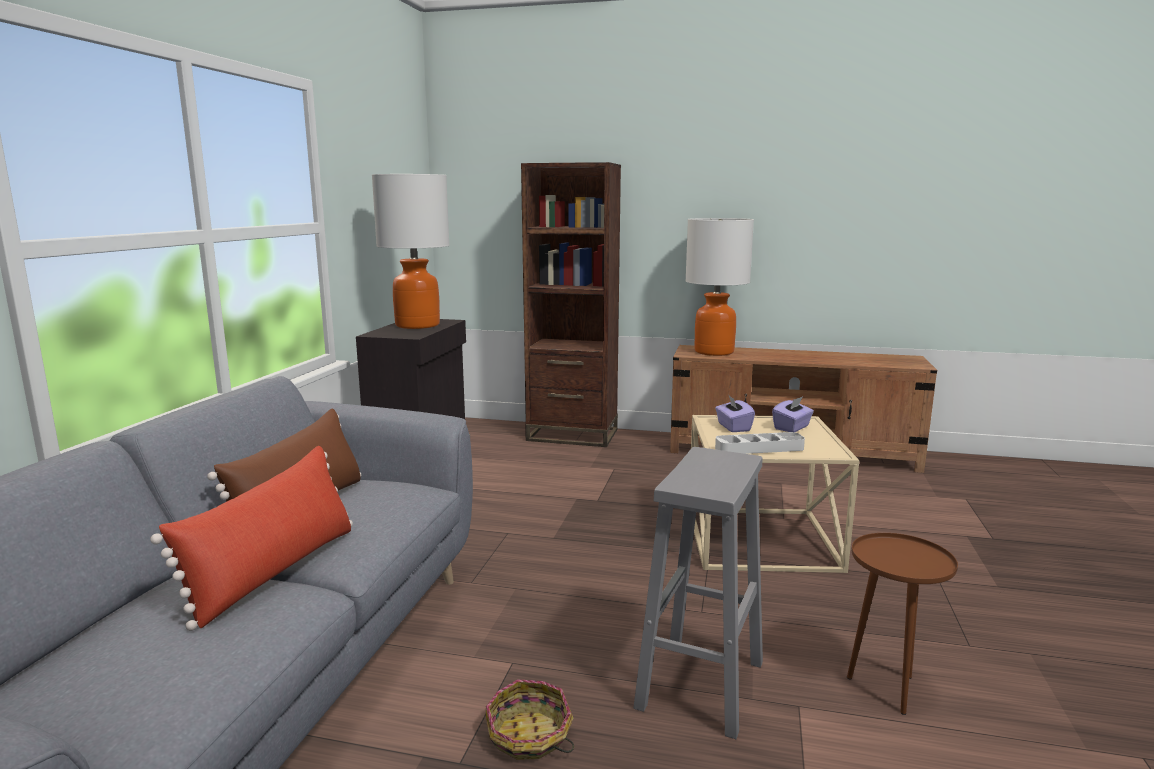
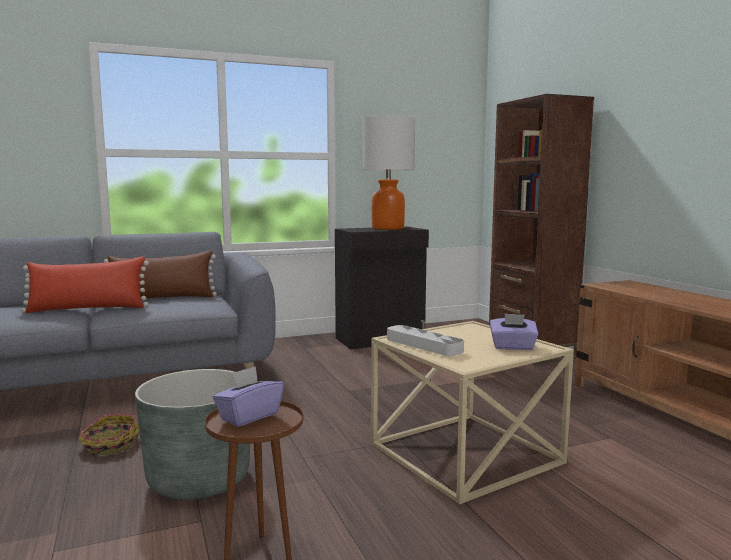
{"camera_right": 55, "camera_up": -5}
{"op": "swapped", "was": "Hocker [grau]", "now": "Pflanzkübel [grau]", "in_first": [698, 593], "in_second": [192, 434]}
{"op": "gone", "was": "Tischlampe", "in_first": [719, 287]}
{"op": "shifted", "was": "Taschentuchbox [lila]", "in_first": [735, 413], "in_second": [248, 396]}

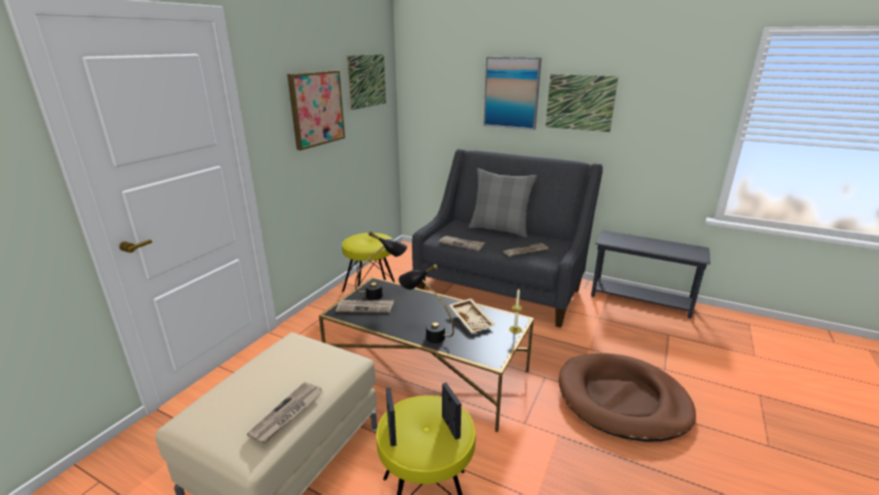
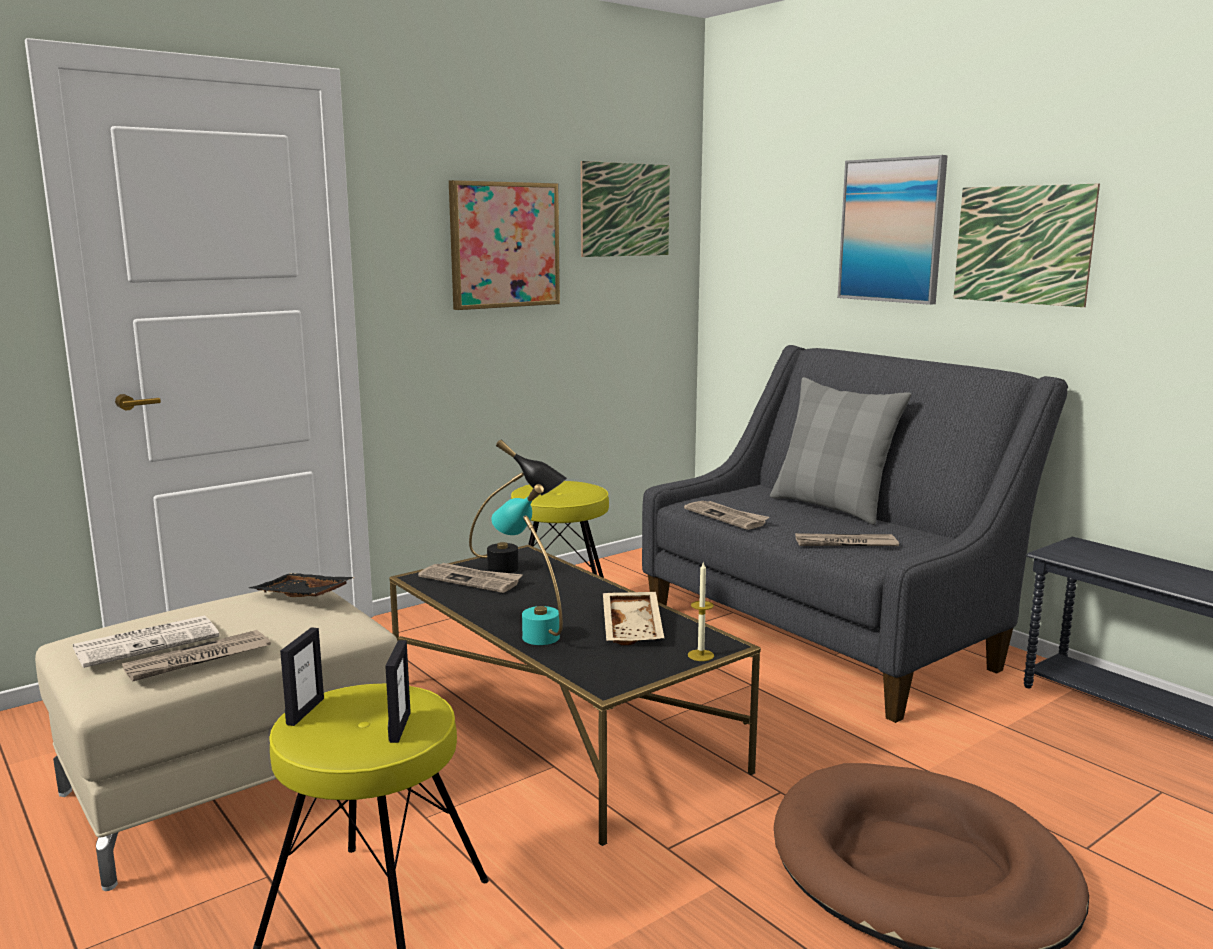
{"camera_right": 25, "camera_up": -10}
{"op": "repainted", "was": "Tischlampe [schwarz]", "now": "Tischlampe [türkis]", "in_first": [426, 303], "in_second": [527, 564]}
{"op": "new", "now": "Zeitung", "in_second": [145, 641]}
{"op": "new", "now": "Tablett [schwarz]", "in_second": [302, 585]}

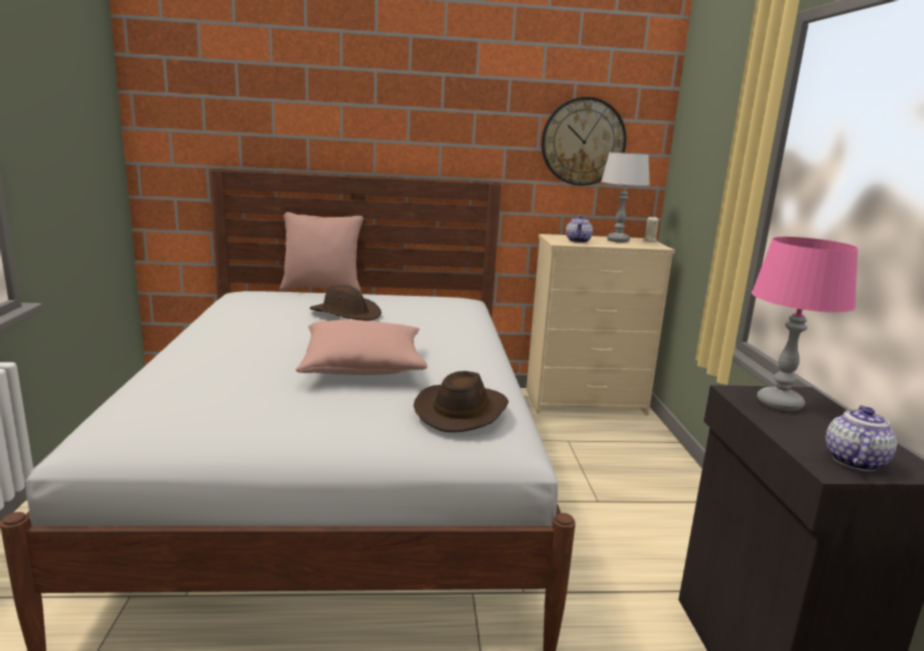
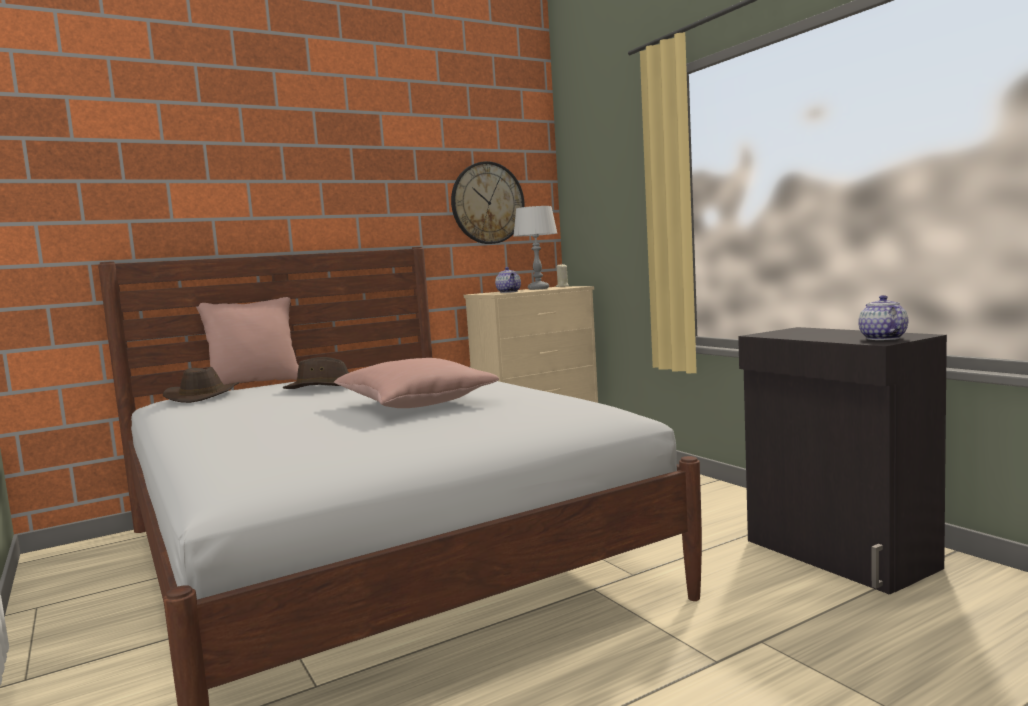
{"camera_right": -25, "camera_up": -10}
{"op": "shifted", "was": "Hut [braun]", "in_first": [461, 401], "in_second": [201, 385]}
{"op": "gone", "was": "Tischlampe [rosa]", "in_first": [805, 324]}

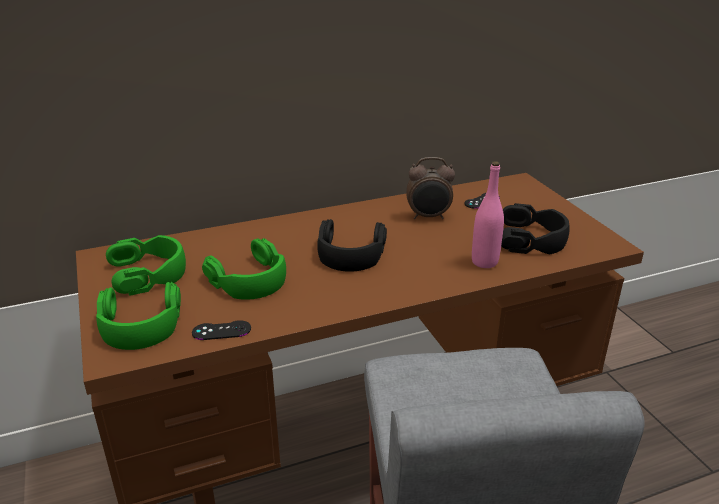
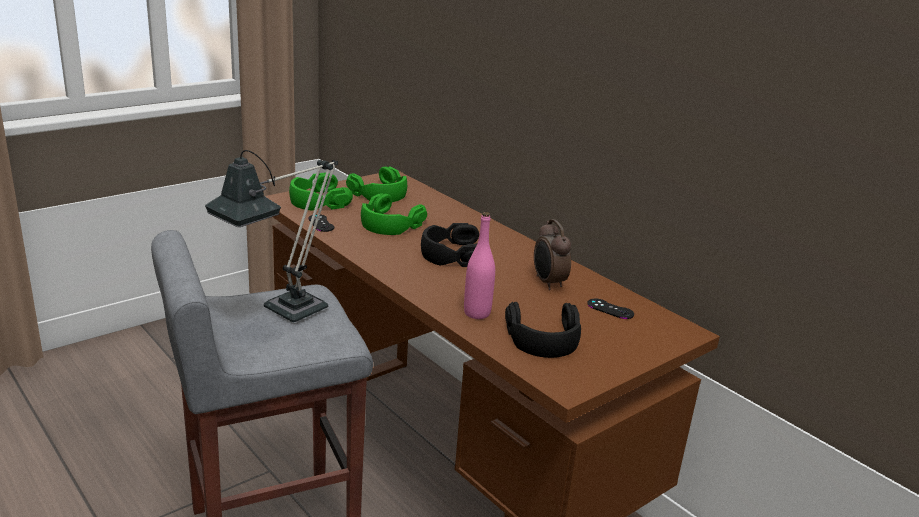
{"camera_right": 70, "camera_up": -5}
{"op": "new", "now": "Tischlampe", "in_second": [271, 236]}

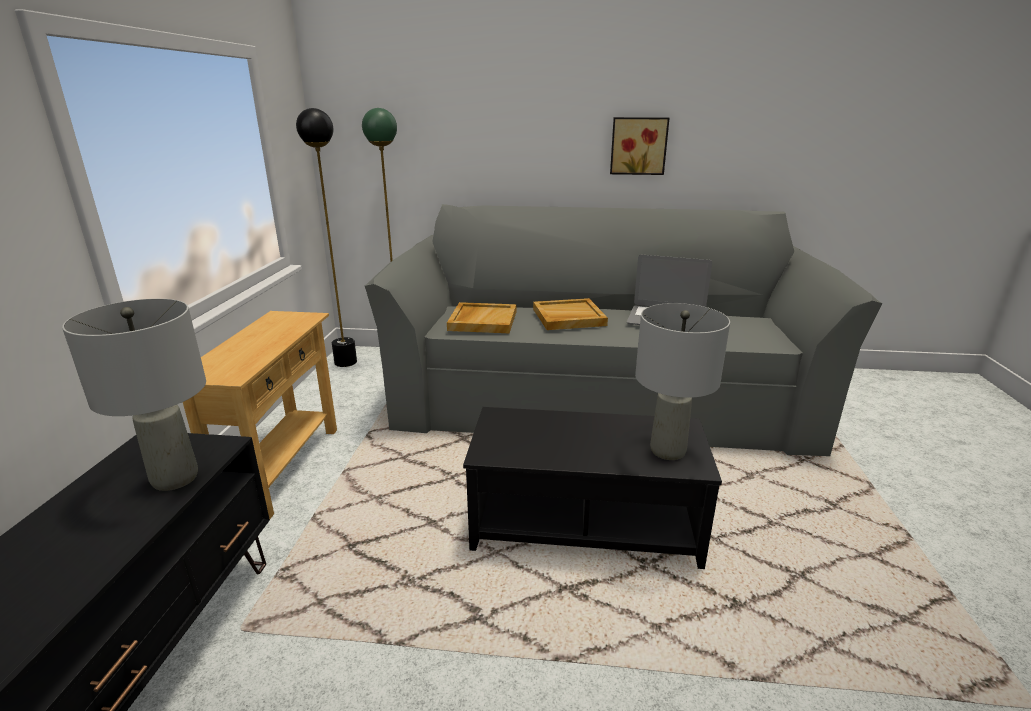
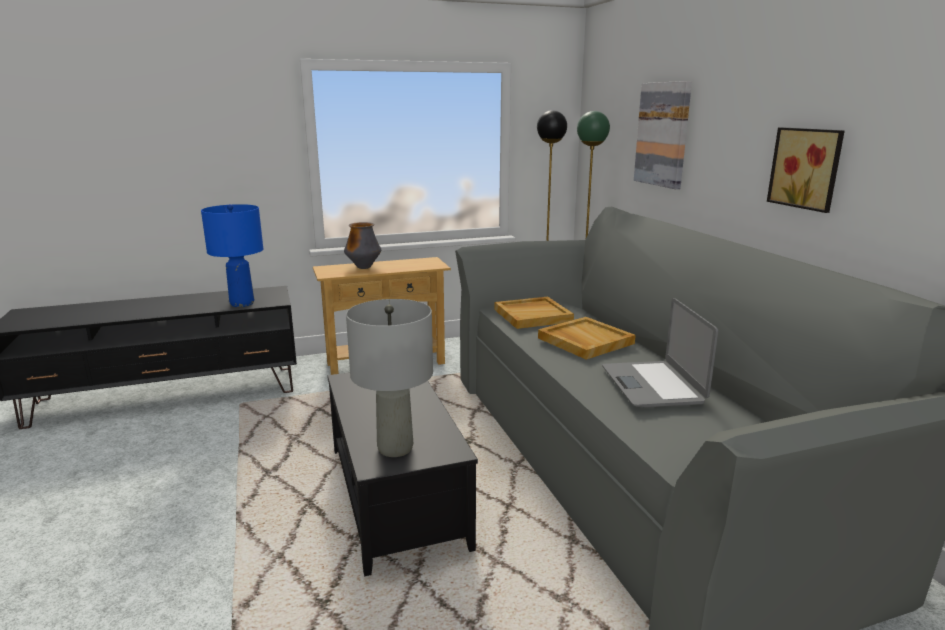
{"camera_right": 65, "camera_up": -5}
{"op": "repainted", "was": "Tischlampe [grau]", "now": "Tischlampe [blau]", "in_first": [134, 395], "in_second": [232, 255]}
{"op": "new", "now": "Vase", "in_second": [362, 245]}
{"op": "new", "now": "Bild", "in_second": [663, 135]}

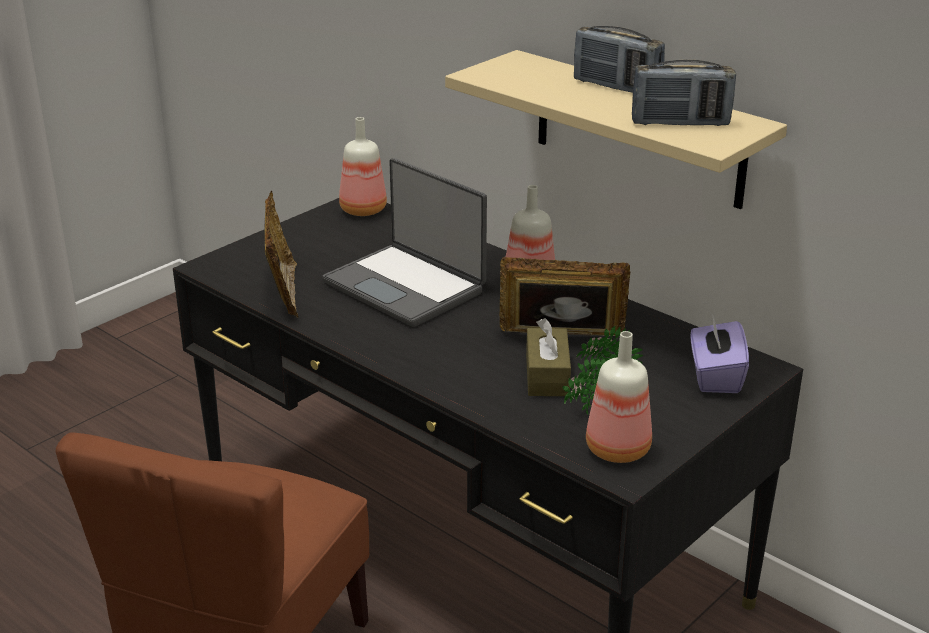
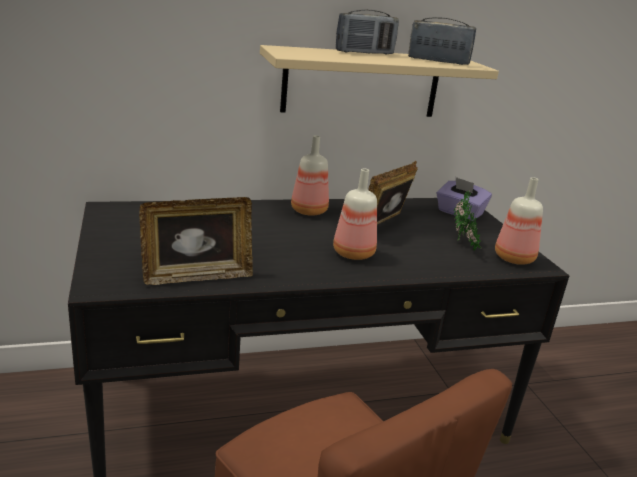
{"camera_right": -60, "camera_up": -5}
{"op": "rotated", "was": "Bilderrahmen", "in_first": [281, 254], "in_second": [196, 241], "clockwise": 135}
{"op": "gone", "was": "Laptop", "in_first": [404, 242]}
{"op": "shifted", "was": "Flasche", "in_first": [363, 166], "in_second": [355, 214]}
{"op": "gone", "was": "Taschentuchbox [braun]", "in_first": [548, 357]}
{"op": "rotated", "was": "Radio", "in_first": [684, 93], "in_second": [442, 41], "clockwise": -105}

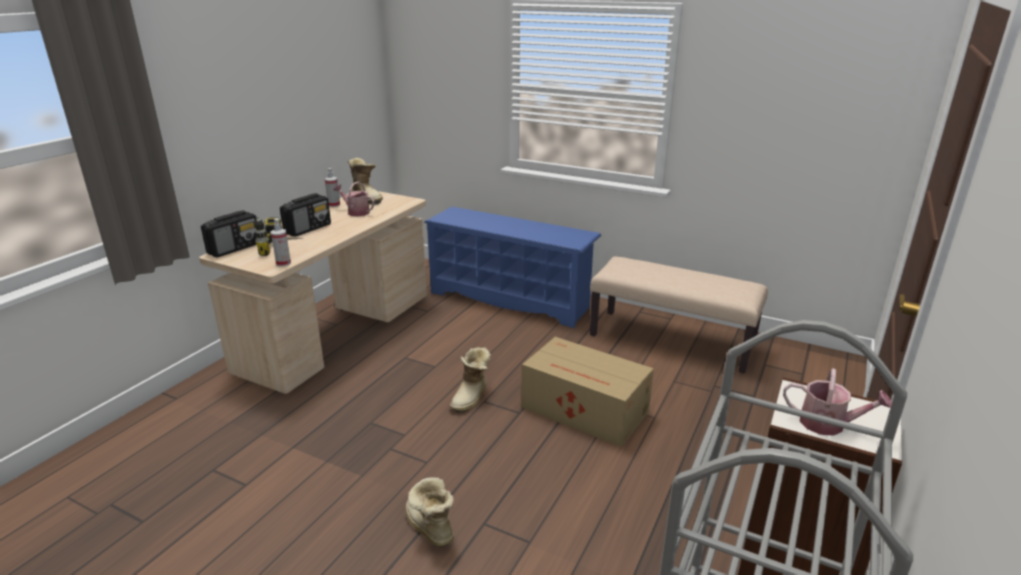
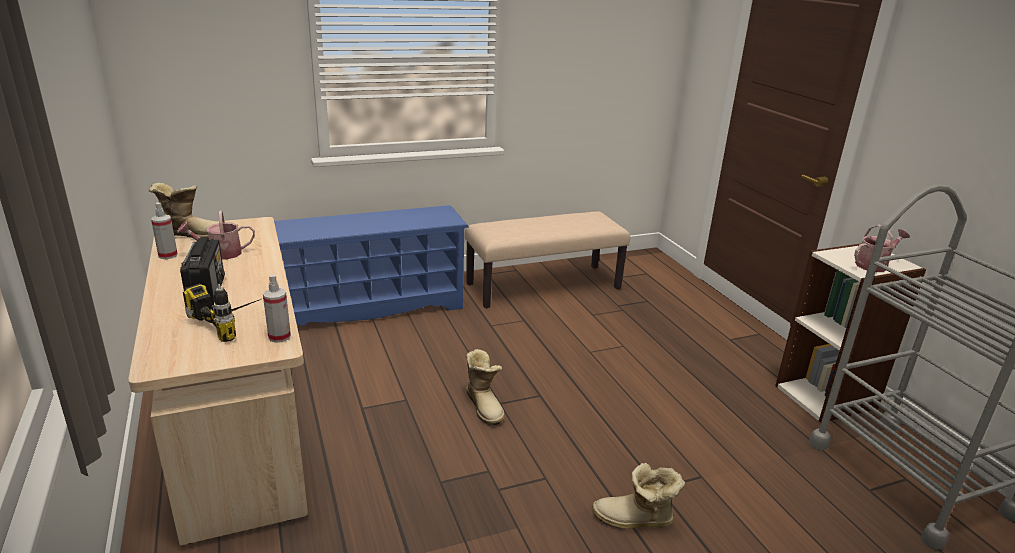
{"camera_right": -50, "camera_up": 0}
{"op": "gone", "was": "Radio", "in_first": [229, 234]}
{"op": "gone", "was": "Karton", "in_first": [587, 392]}

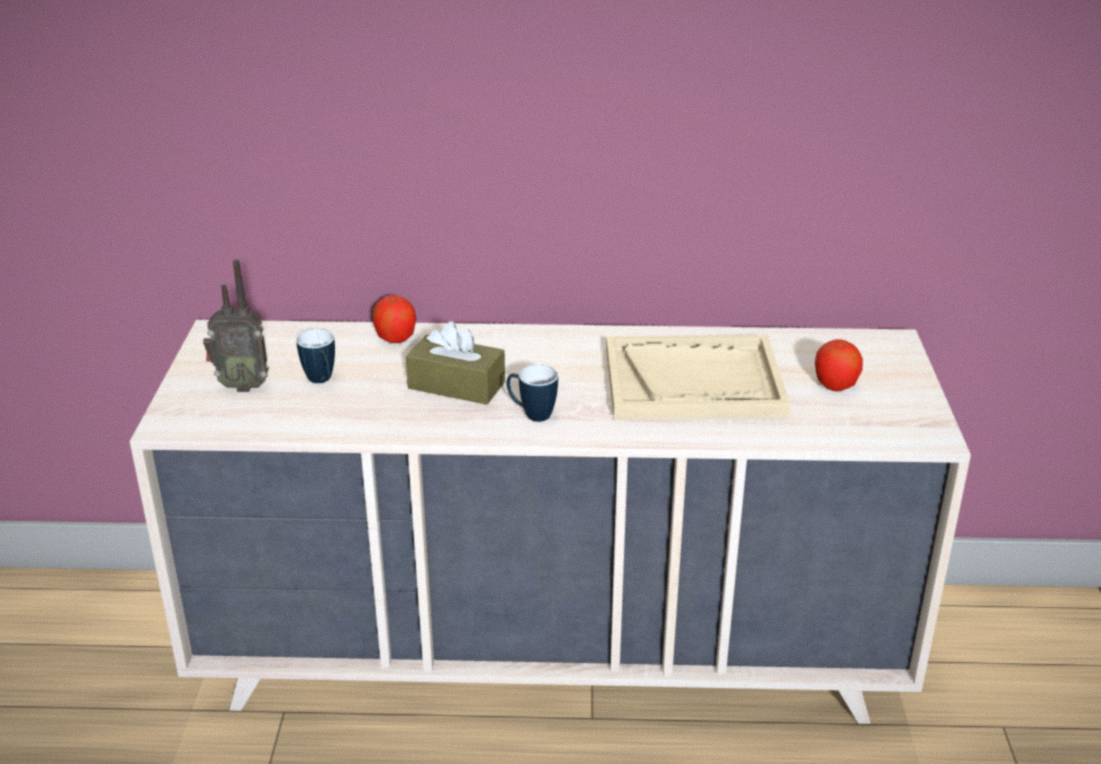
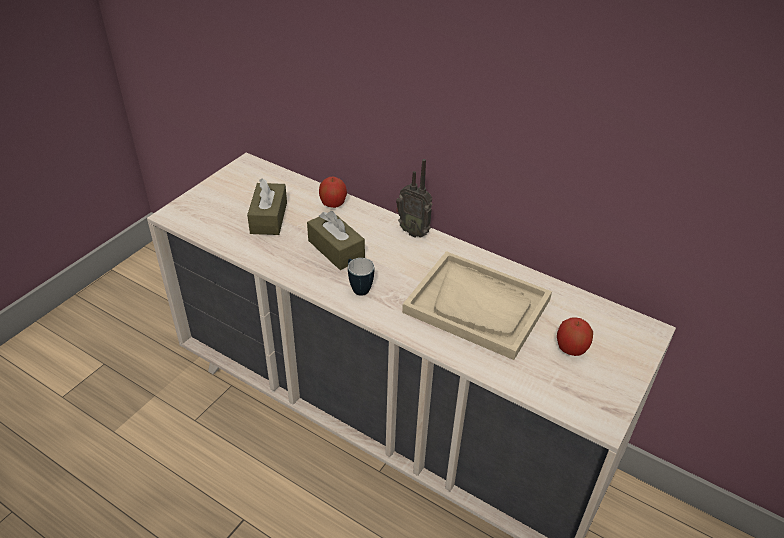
{"camera_right": 30, "camera_up": 10}
{"op": "shifted", "was": "Radio", "in_first": [236, 325], "in_second": [414, 198]}
{"op": "swapped", "was": "Henkelbecher", "now": "Taschentuchbox [braun]", "in_first": [315, 356], "in_second": [267, 206]}

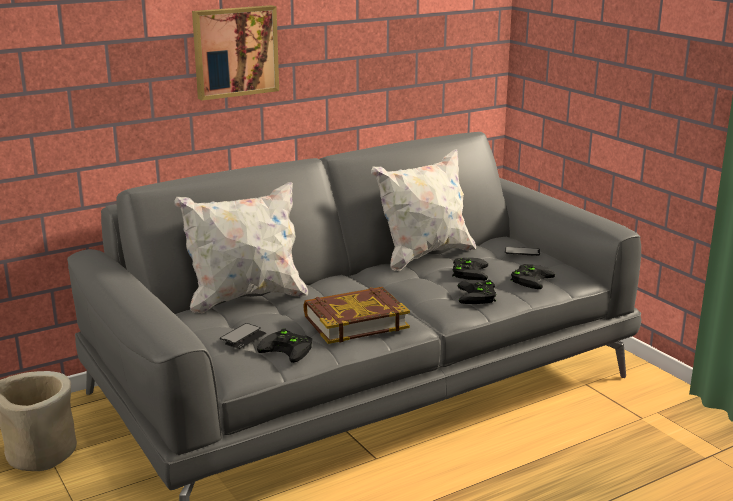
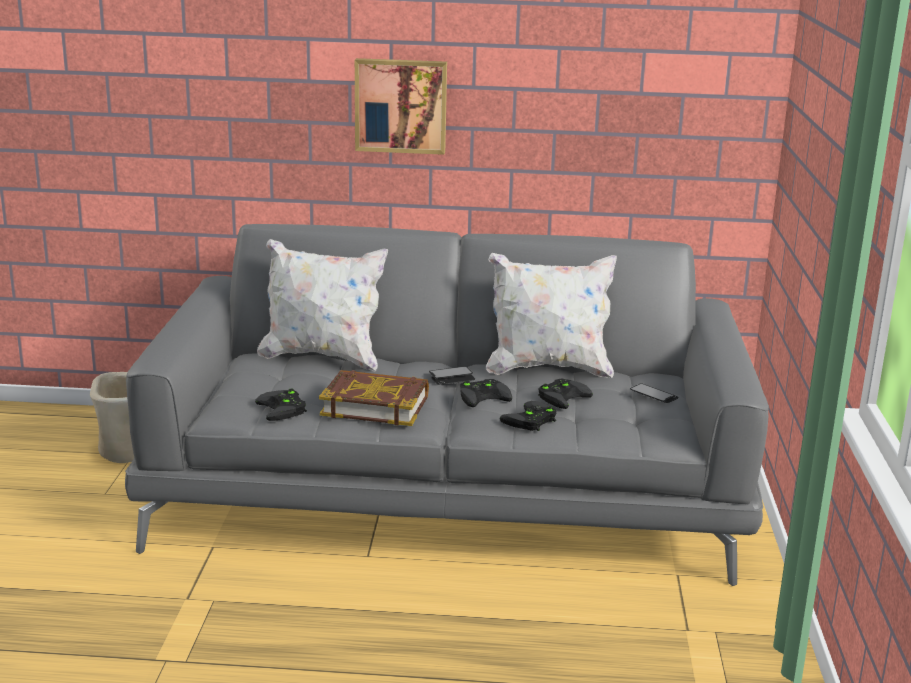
{"camera_right": 35, "camera_up": 0}
{"op": "shifted", "was": "Handy", "in_first": [243, 336], "in_second": [452, 375]}
{"op": "shifted", "was": "Gamepad [schwarz]", "in_first": [532, 276], "in_second": [486, 393]}

